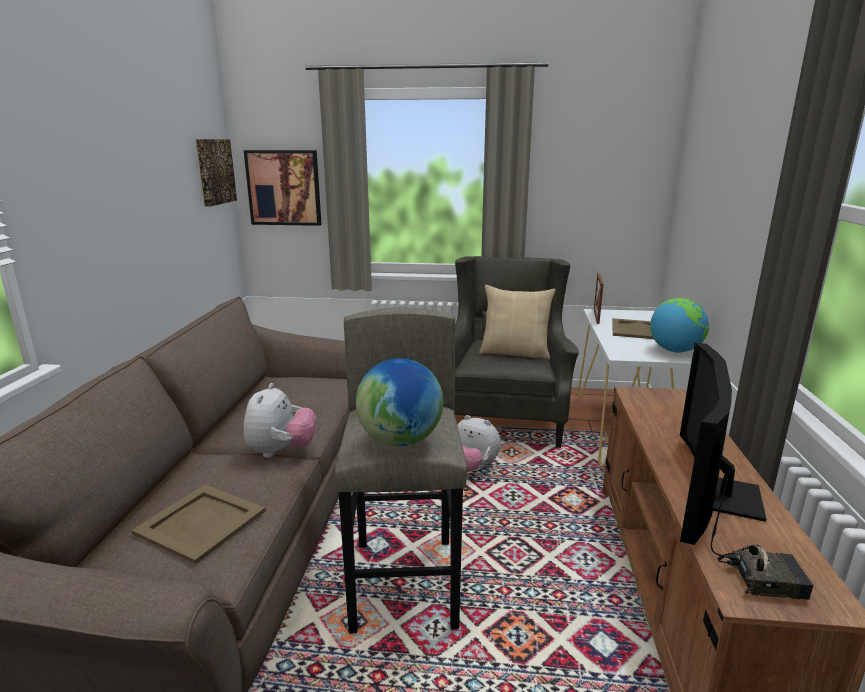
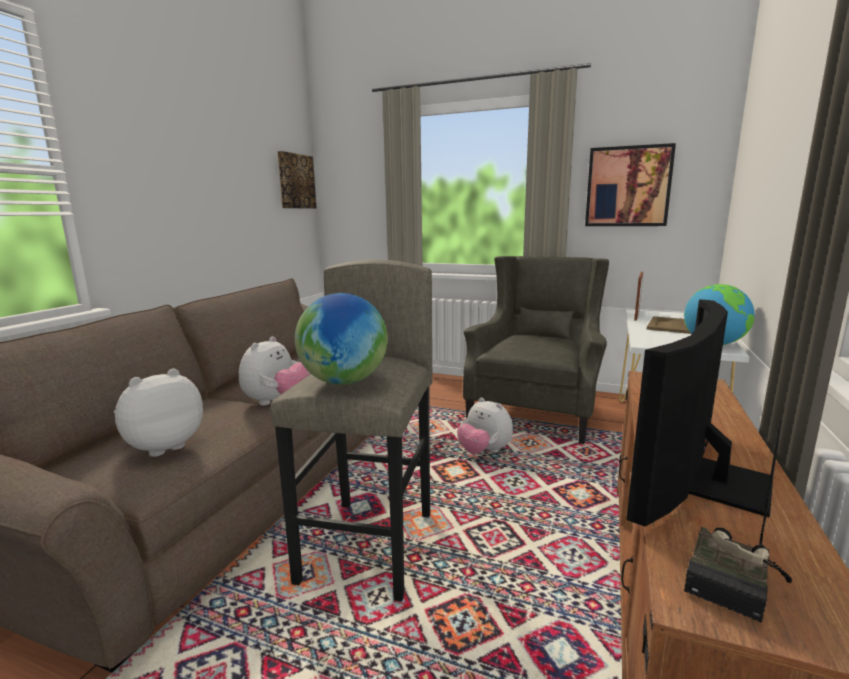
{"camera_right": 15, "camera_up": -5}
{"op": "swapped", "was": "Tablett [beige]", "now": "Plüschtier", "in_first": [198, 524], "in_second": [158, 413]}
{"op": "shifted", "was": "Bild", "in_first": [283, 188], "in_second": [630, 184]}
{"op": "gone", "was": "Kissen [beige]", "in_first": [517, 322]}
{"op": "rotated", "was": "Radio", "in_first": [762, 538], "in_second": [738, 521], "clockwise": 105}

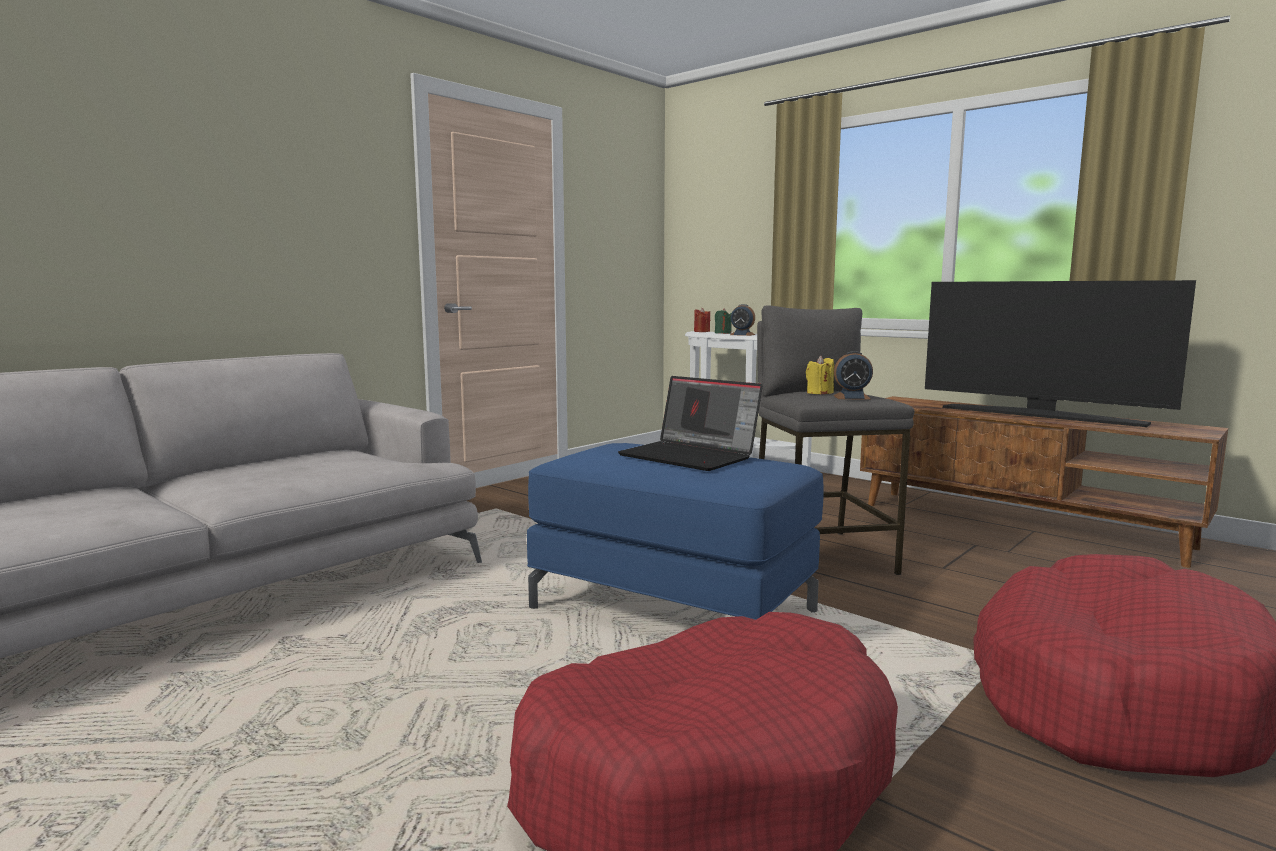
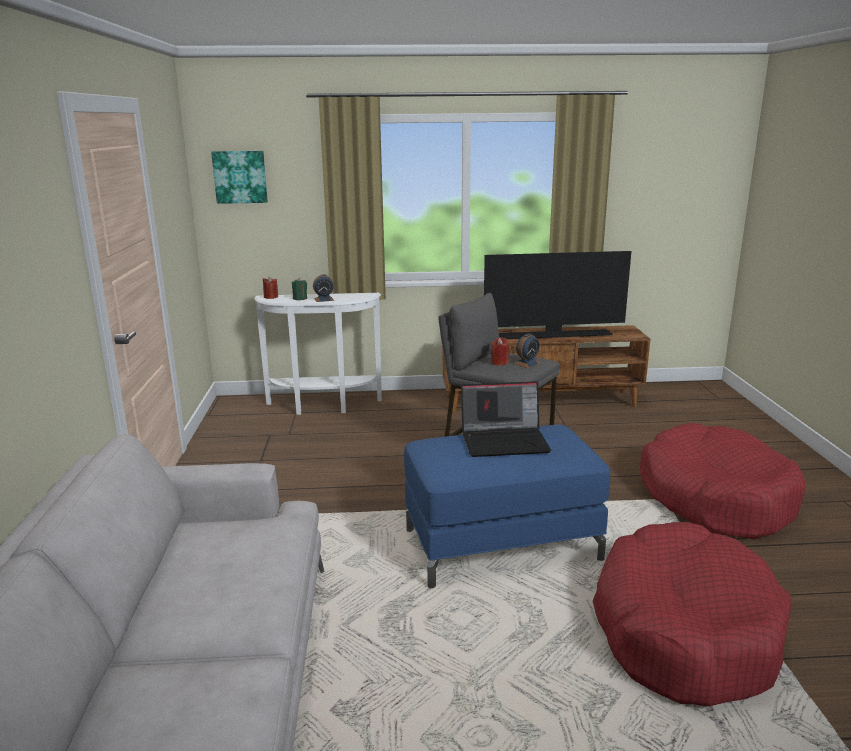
{"camera_right": -45, "camera_up": 10}
{"op": "repainted", "was": "Kerze [gelb]", "now": "Kerze [rot]", "in_first": [820, 375], "in_second": [500, 351]}
{"op": "new", "now": "Bild", "in_second": [239, 177]}

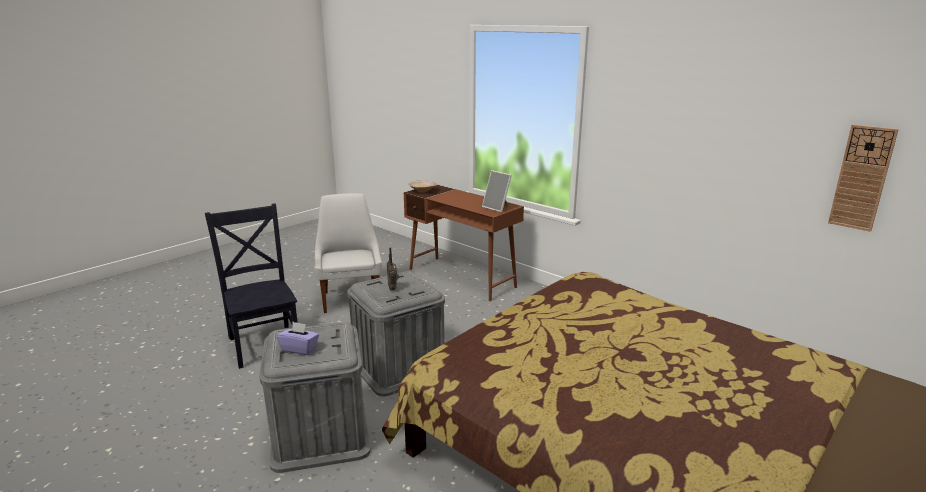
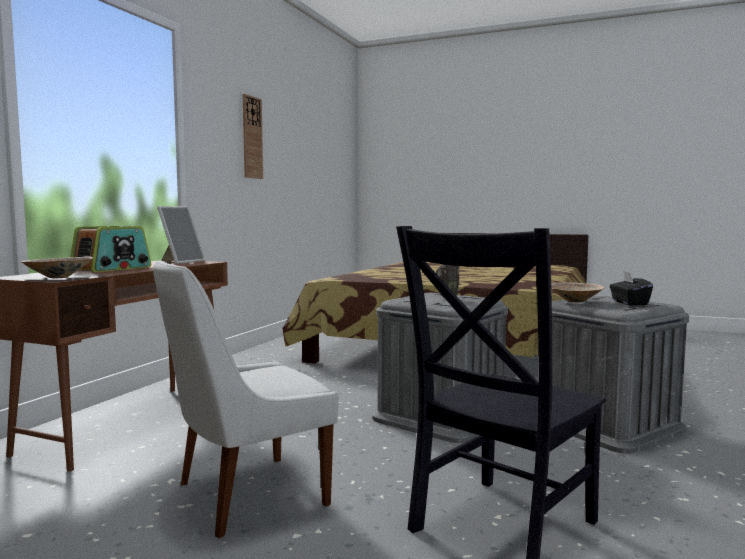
{"camera_right": -110, "camera_up": -15}
{"op": "repainted", "was": "Taschentuchbox [lila]", "now": "Taschentuchbox [schwarz]", "in_first": [297, 338], "in_second": [631, 288]}
{"op": "shifted", "was": "Wanduhr", "in_first": [863, 178], "in_second": [253, 136]}
{"op": "new", "now": "Radio", "in_second": [110, 249]}
{"op": "new", "now": "Schüssel [beige]", "in_second": [577, 292]}

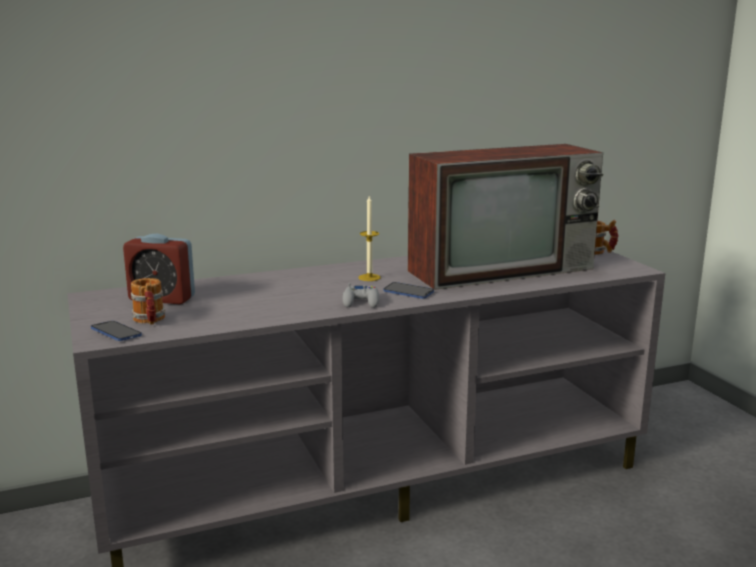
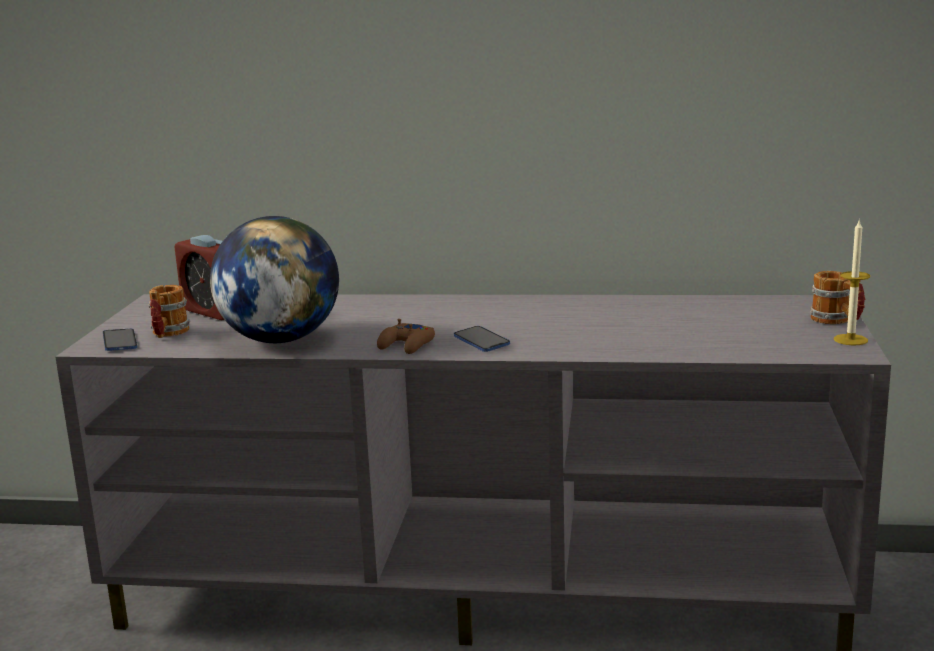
{"camera_right": 30, "camera_up": 0}
{"op": "repainted", "was": "Gamepad [grau]", "now": "Gamepad [braun]", "in_first": [360, 295], "in_second": [406, 336]}
{"op": "shifted", "was": "Kerze", "in_first": [369, 238], "in_second": [852, 282]}
{"op": "gone", "was": "Fernseher", "in_first": [505, 217]}
{"op": "new", "now": "Globus", "in_second": [274, 279]}

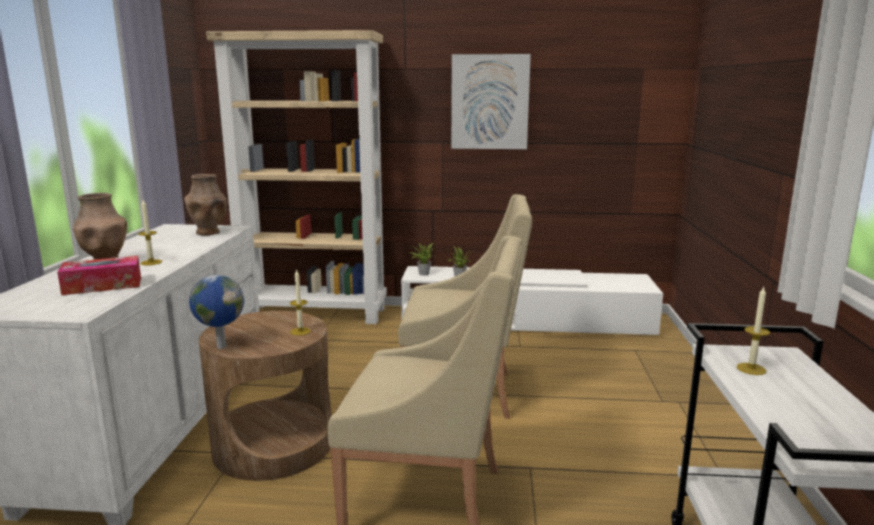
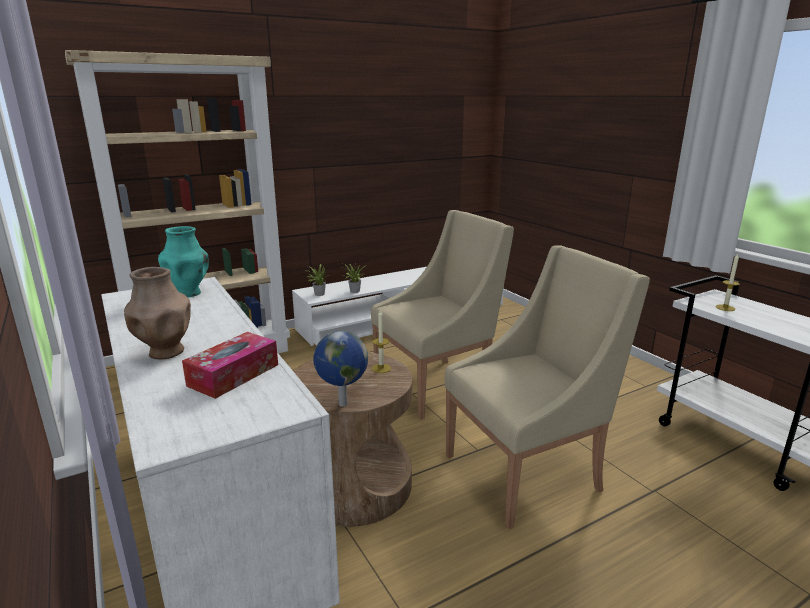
{"camera_right": -35, "camera_up": 5}
{"op": "gone", "was": "Kerze", "in_first": [150, 233]}
{"op": "repainted", "was": "Vase [braun]", "now": "Vase [türkis]", "in_first": [205, 204], "in_second": [183, 261]}
{"op": "gone", "was": "Bild", "in_first": [491, 101]}

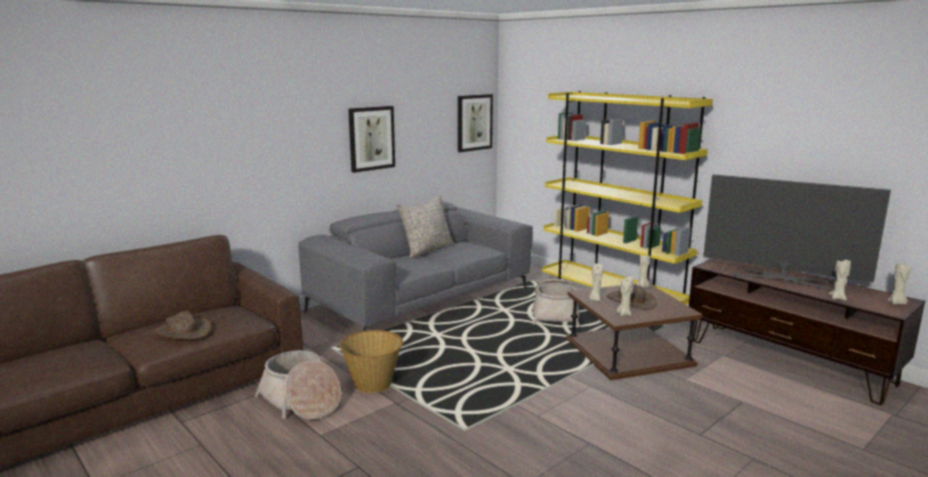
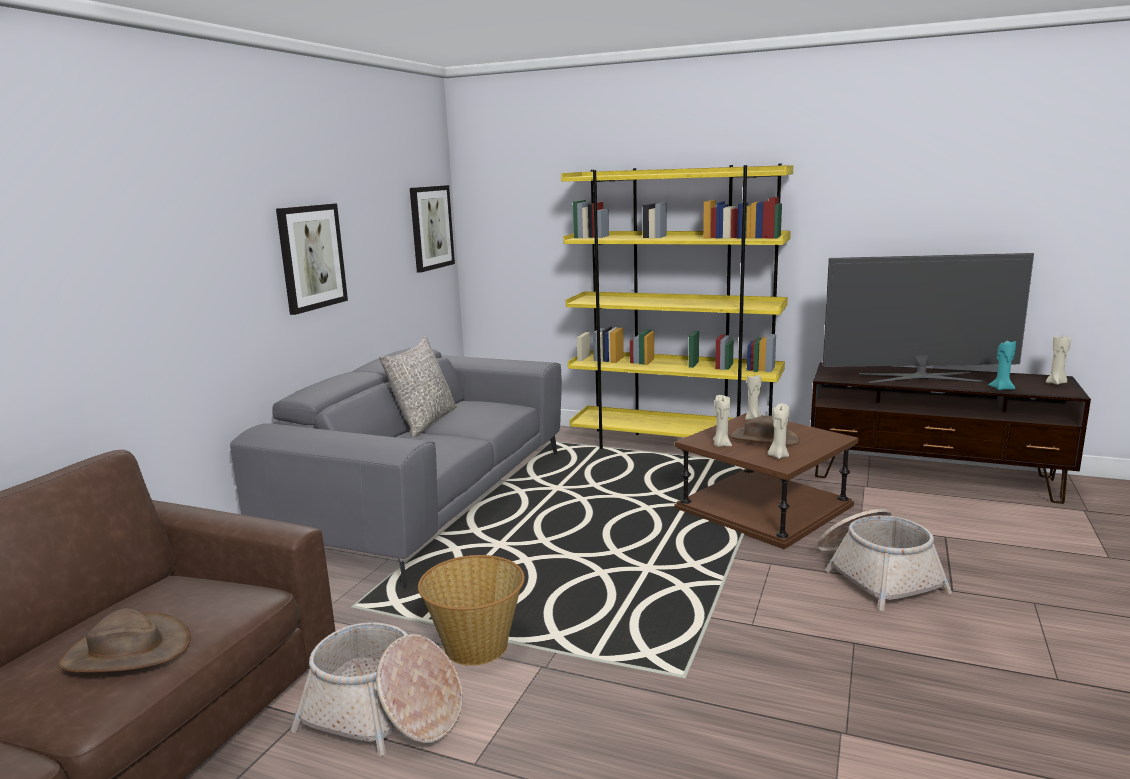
{"camera_right": -25, "camera_up": 0}
{"op": "shifted", "was": "Korb", "in_first": [556, 303], "in_second": [884, 560]}
{"op": "repainted", "was": "Kerze [beige]", "now": "Kerze [türkis]", "in_first": [839, 280], "in_second": [1002, 364]}

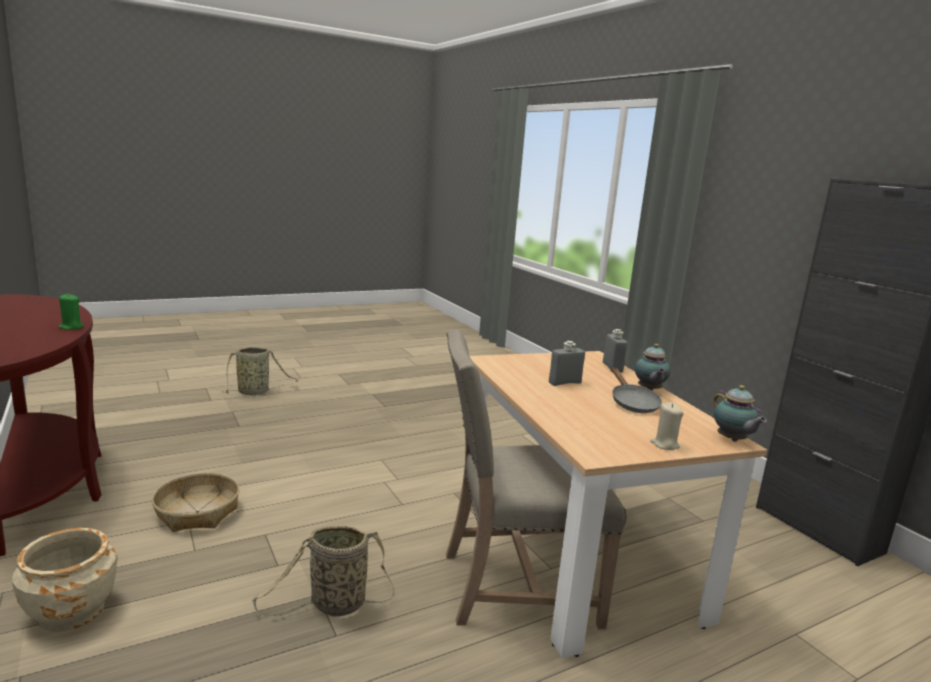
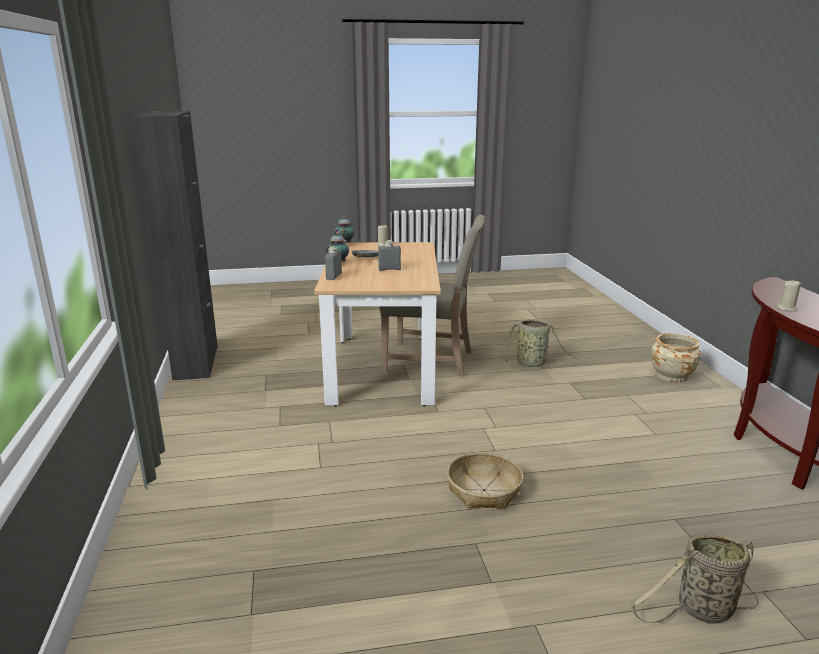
{"camera_right": -160, "camera_up": 5}
{"op": "repainted", "was": "Kerze [grün]", "now": "Kerze [beige]", "in_first": [71, 312], "in_second": [789, 295]}
{"op": "shifted", "was": "Korb", "in_first": [195, 502], "in_second": [485, 480]}

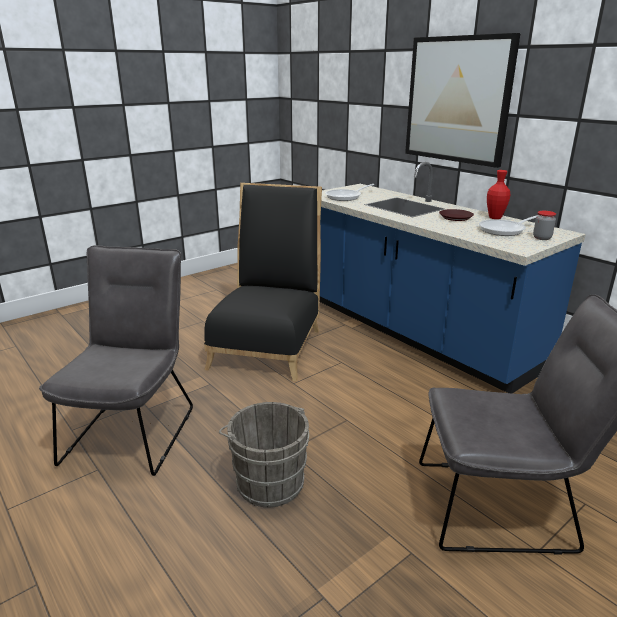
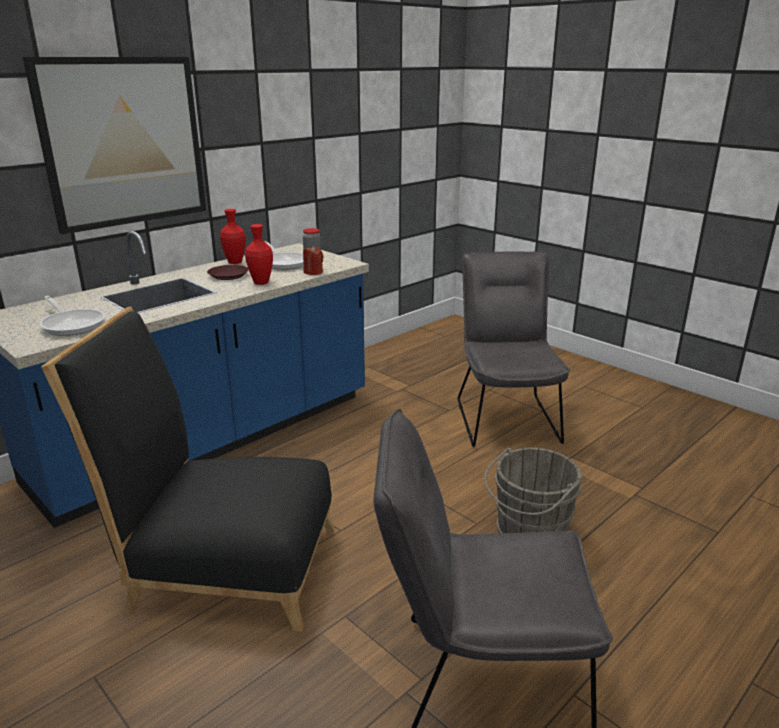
{"camera_right": -95, "camera_up": 0}
{"op": "new", "now": "Vase [rot]", "in_second": [259, 254]}
{"op": "new", "now": "Kerze [rot]", "in_second": [313, 260]}

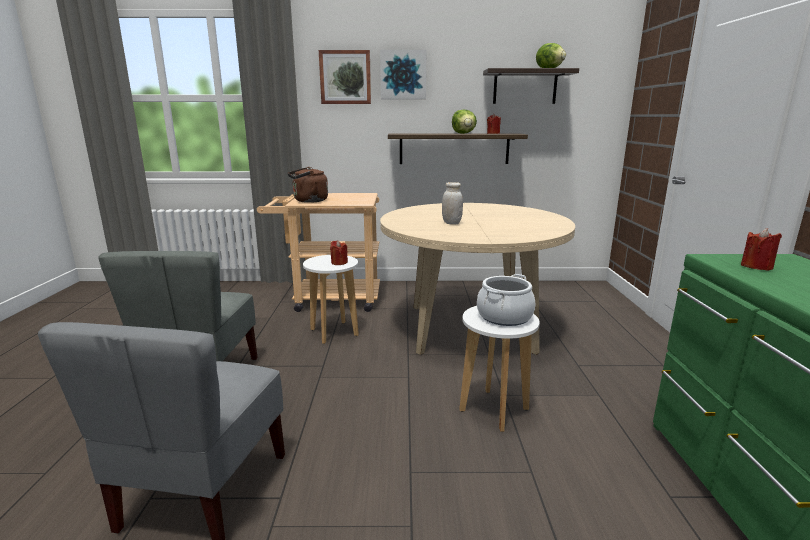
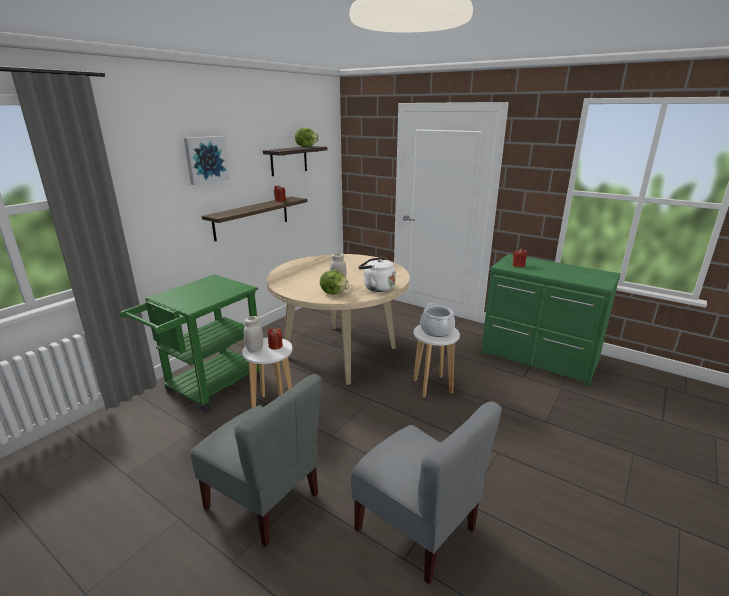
{"camera_right": -55, "camera_up": 5}
{"op": "repainted", "was": "Rollwagen [beige]", "now": "Rollwagen [grün]", "in_first": [318, 252], "in_second": [190, 343]}
{"op": "gone", "was": "Wasserkessel [braun]", "in_first": [308, 185]}
{"op": "gone", "was": "Bild", "in_first": [345, 77]}
{"op": "shifted", "was": "Salatkopf", "in_first": [464, 121], "in_second": [334, 282]}
{"op": "new", "now": "Vorratsglas [weiß]", "in_second": [253, 334]}
{"op": "new", "now": "Wasserkessel [weiß]", "in_second": [377, 274]}

